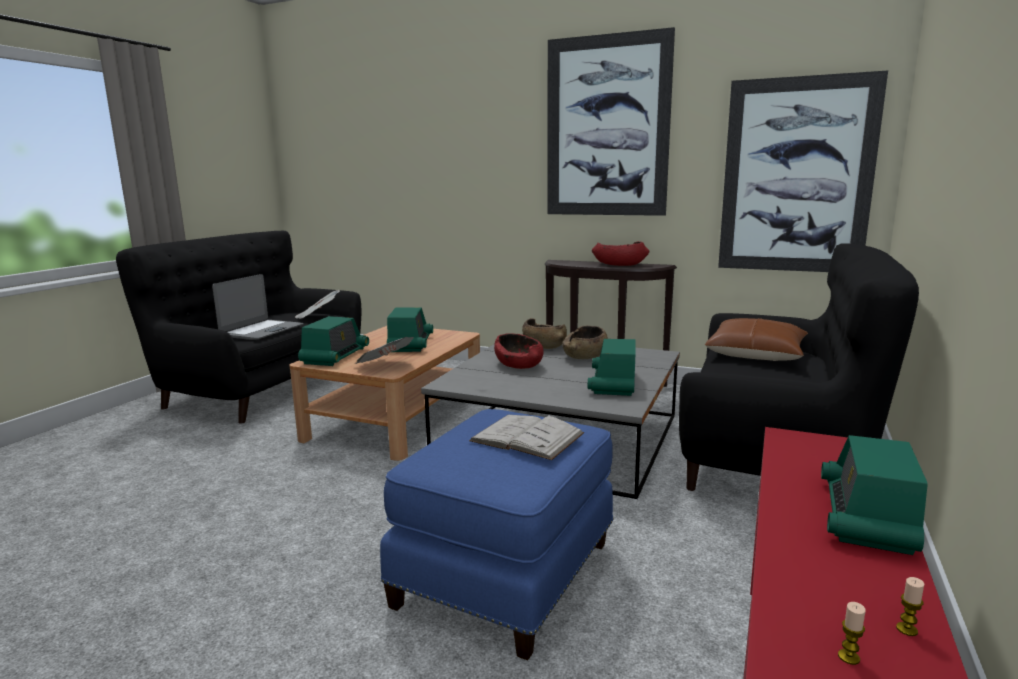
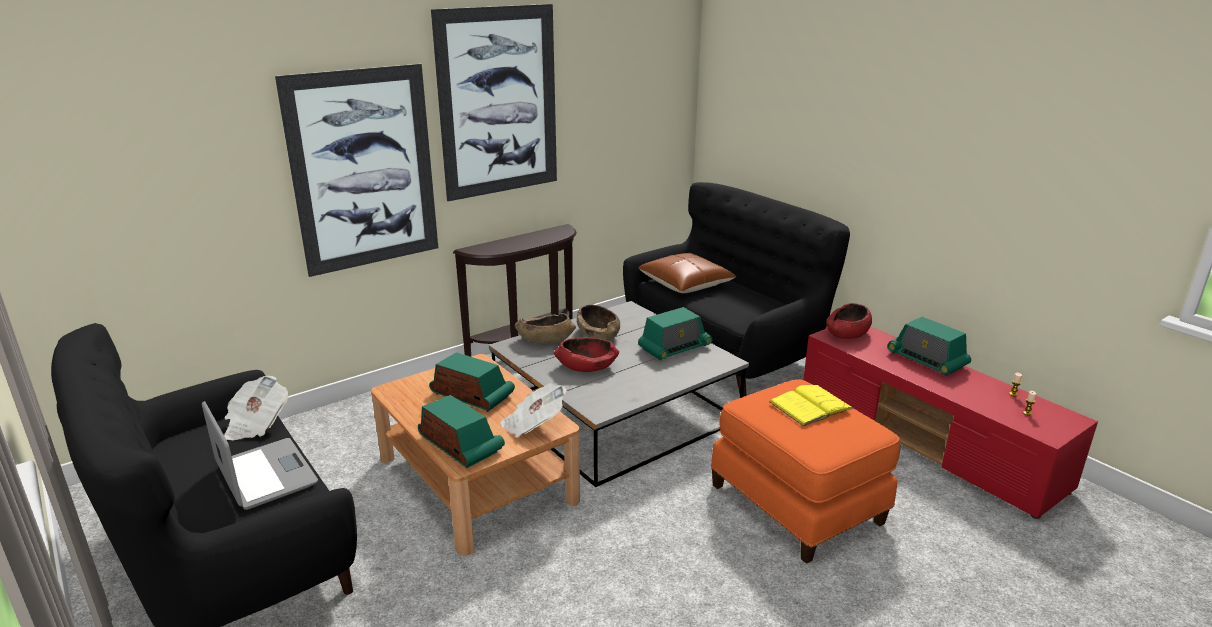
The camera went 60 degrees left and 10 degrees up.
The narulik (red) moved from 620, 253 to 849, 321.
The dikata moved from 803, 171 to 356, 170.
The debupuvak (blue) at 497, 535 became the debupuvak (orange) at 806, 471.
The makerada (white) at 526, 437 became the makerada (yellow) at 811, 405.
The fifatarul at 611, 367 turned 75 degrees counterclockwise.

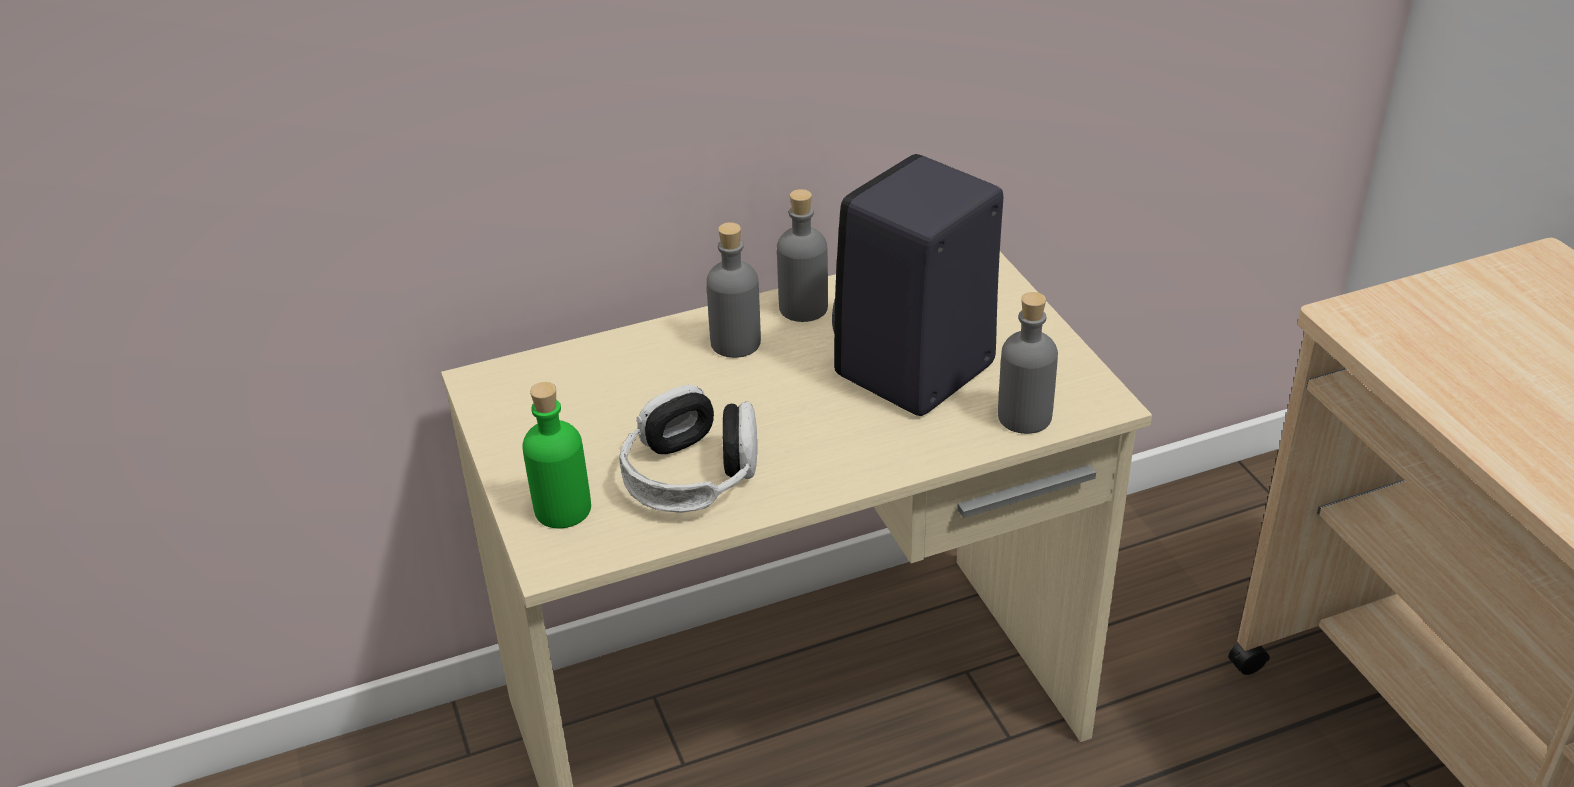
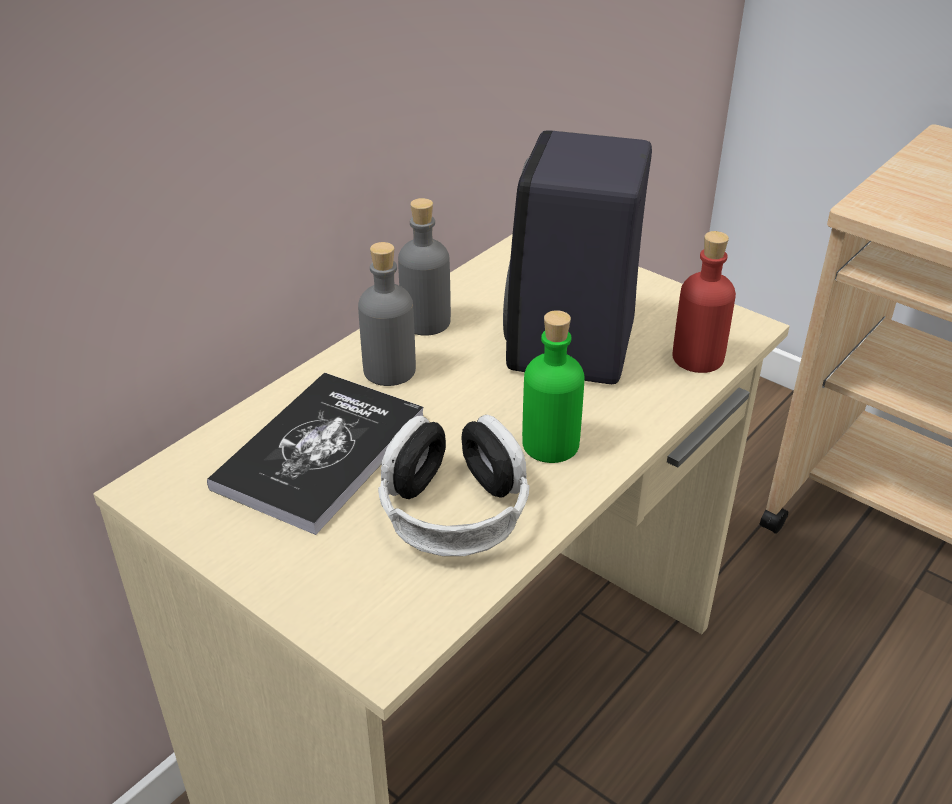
The camera went 30 degrees left and 0 degrees up.
The makerada at 315, 453 appeared.
The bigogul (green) moved from 556, 455 to 553, 386.
The bigogul (grey) at 1028, 363 became the bigogul (red) at 704, 302.

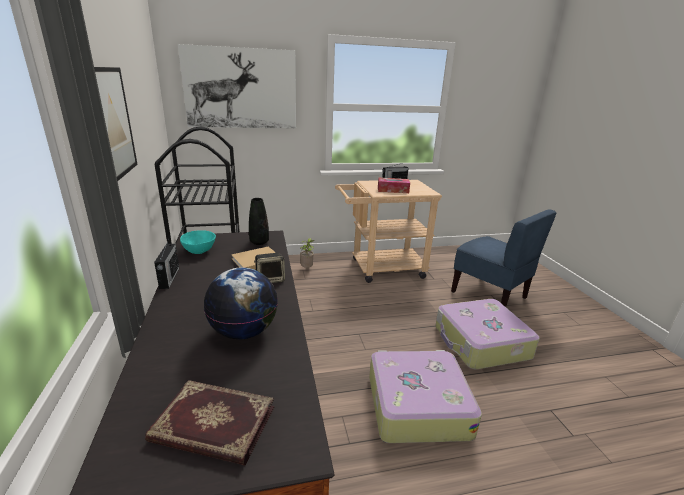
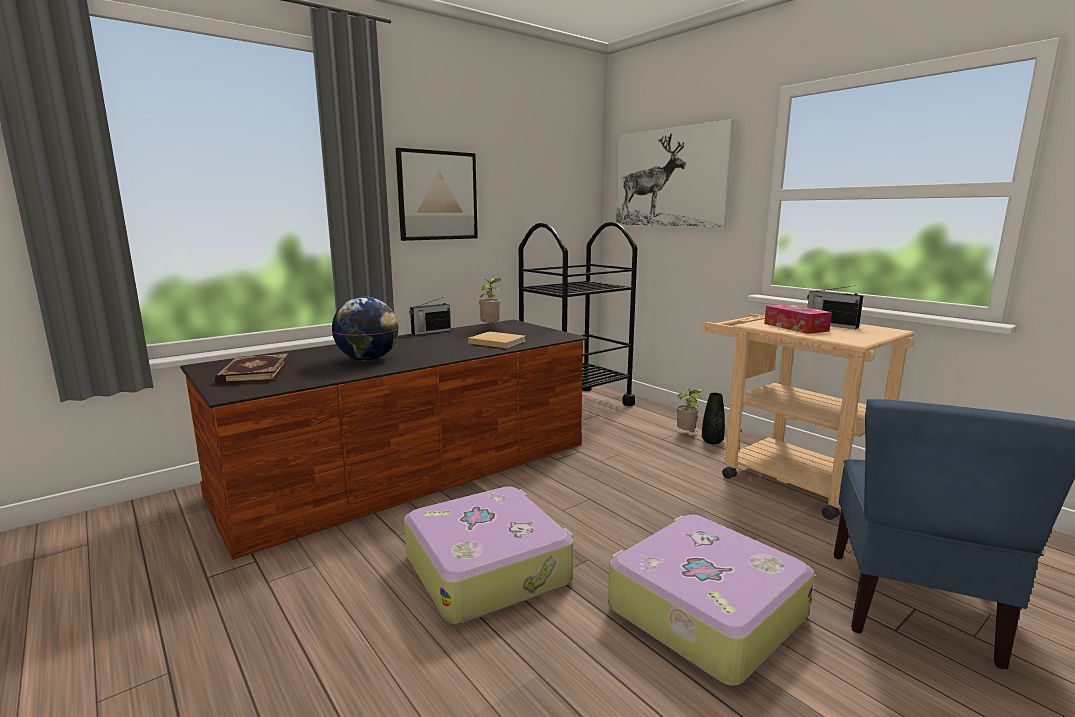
The camera went 65 degrees right and 10 degrees down.
The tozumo at 269, 268 disappeared.
The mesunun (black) moved from 259, 221 to 713, 418.
The narulik (turquoise) at 198, 242 was replaced by the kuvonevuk at 490, 301.

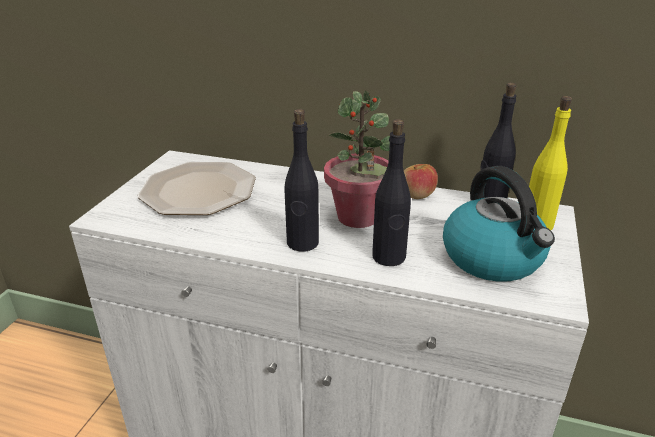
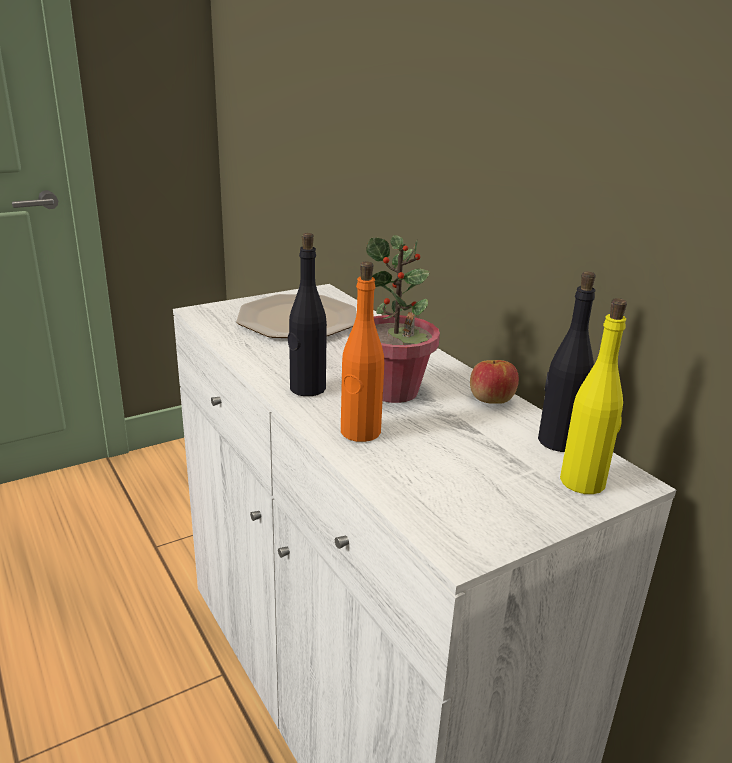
The camera went 40 degrees right and 5 degrees down.
The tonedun at 499, 224 disappeared.
The bigogul (black) at 391, 192 became the bigogul (orange) at 362, 352.

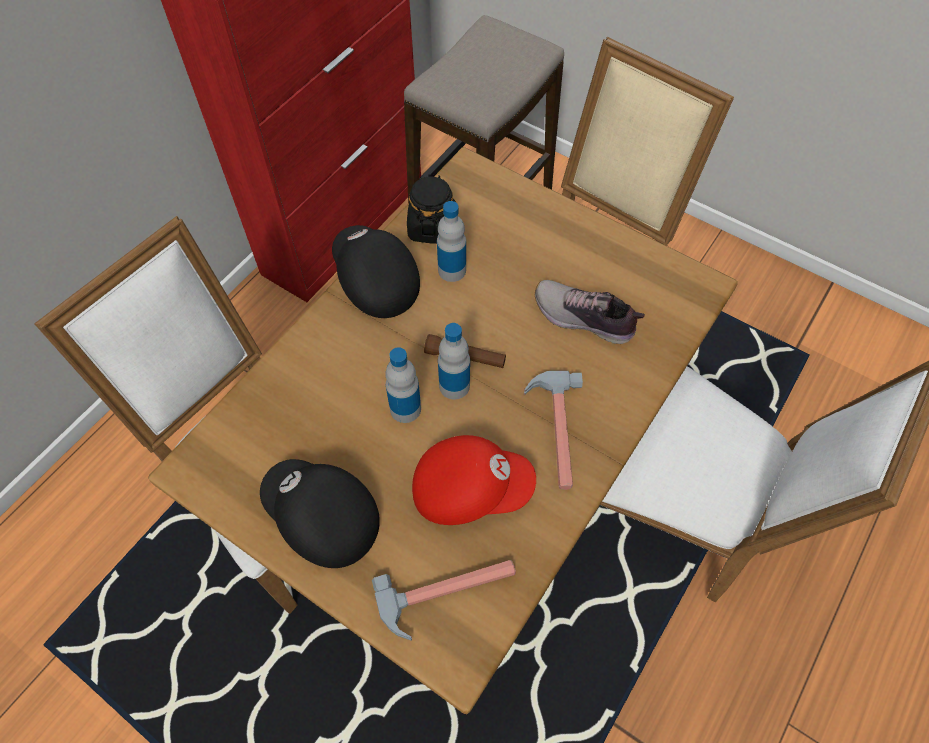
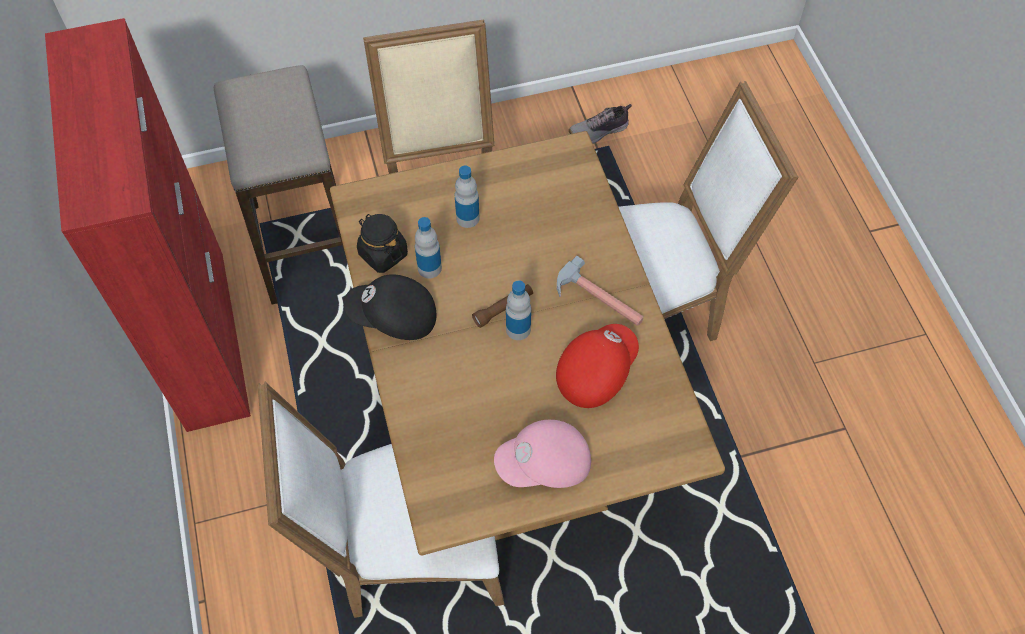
The camera went 50 degrees left and 0 degrees up.
The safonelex at 444, 600 disappeared.
The bigogul moved from 403, 385 to 467, 197.
The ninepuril moved from 590, 312 to 600, 124.
The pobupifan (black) at 320, 513 became the pobupifan (pink) at 542, 454.

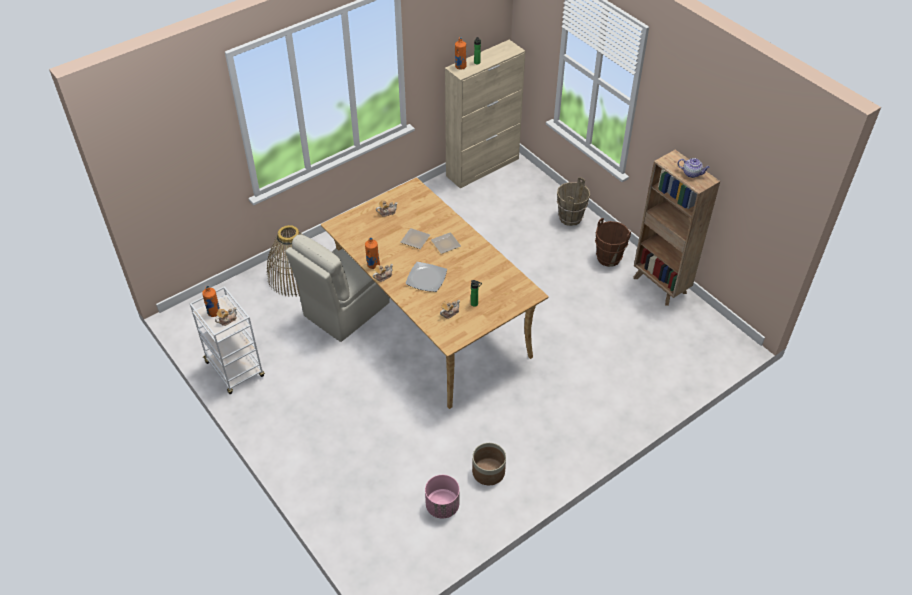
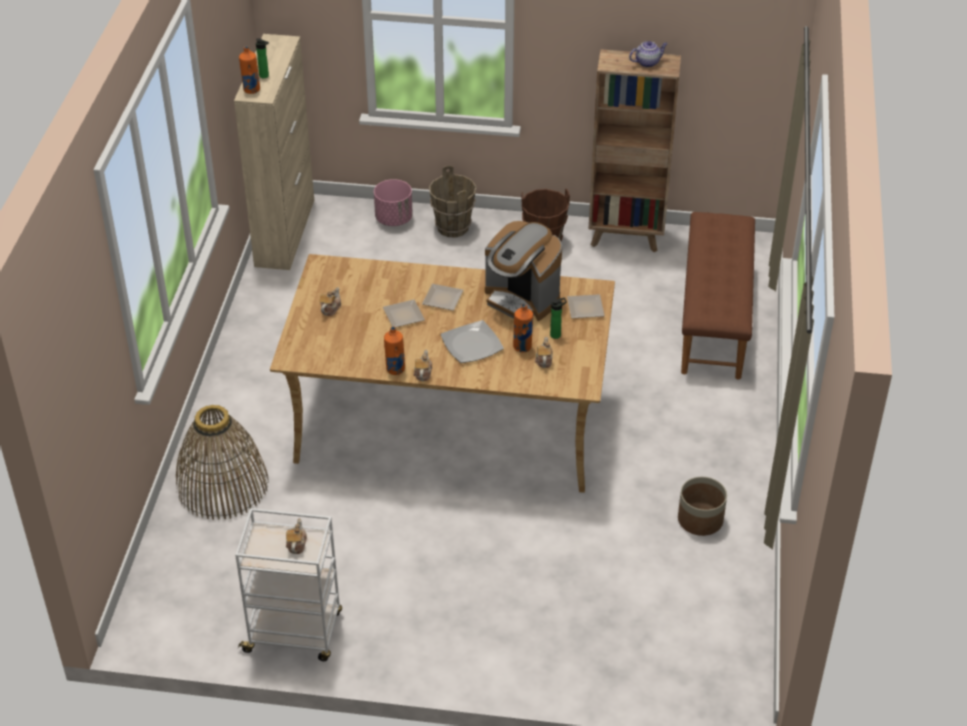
The camera went 45 degrees left and 5 degrees down.
The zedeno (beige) at 337, 288 disappeared.
The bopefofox at 523, 271 appeared.
The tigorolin at 586, 306 appeared.
The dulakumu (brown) at 718, 295 appeared.
The bigogul (orange) moved from 211, 301 to 523, 328.
The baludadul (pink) moved from 442, 497 to 393, 202.

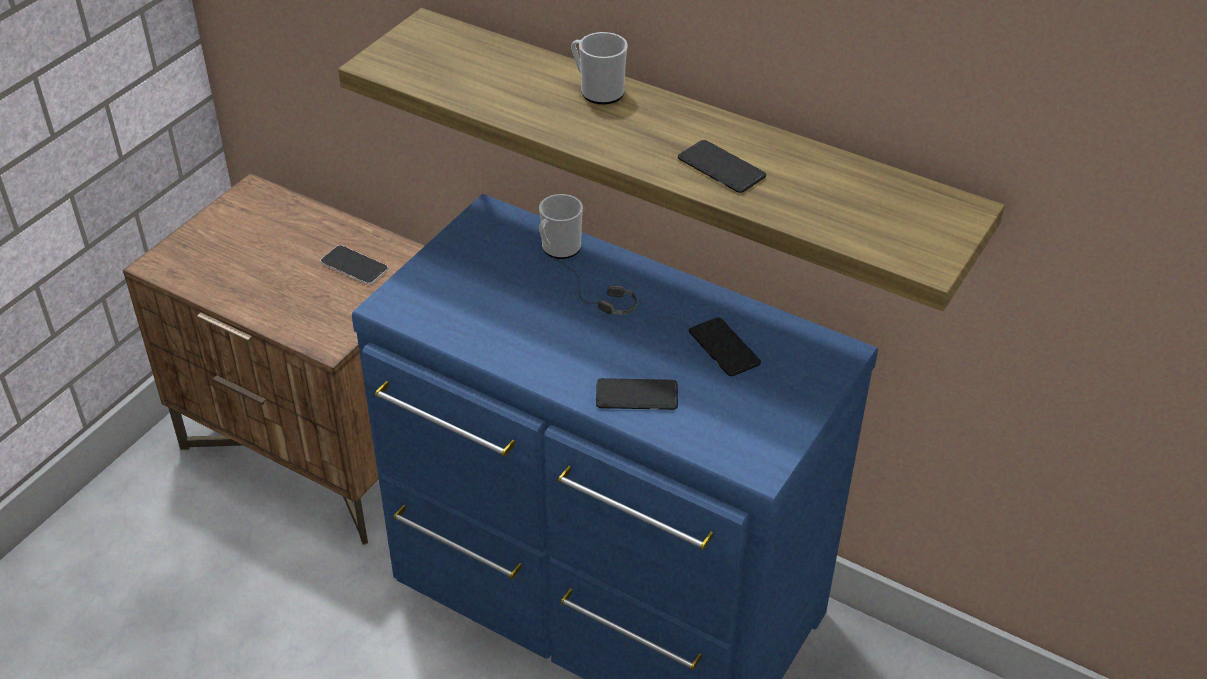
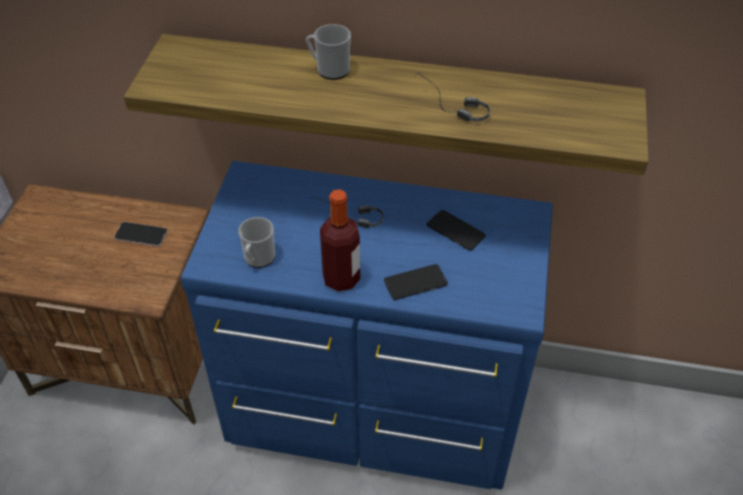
The camera went 20 degrees left and 5 degrees up.
The bigogul at 340, 240 appeared.
The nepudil moved from 561, 226 to 256, 242.
The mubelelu at 722, 166 was replaced by the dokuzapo at 453, 97.

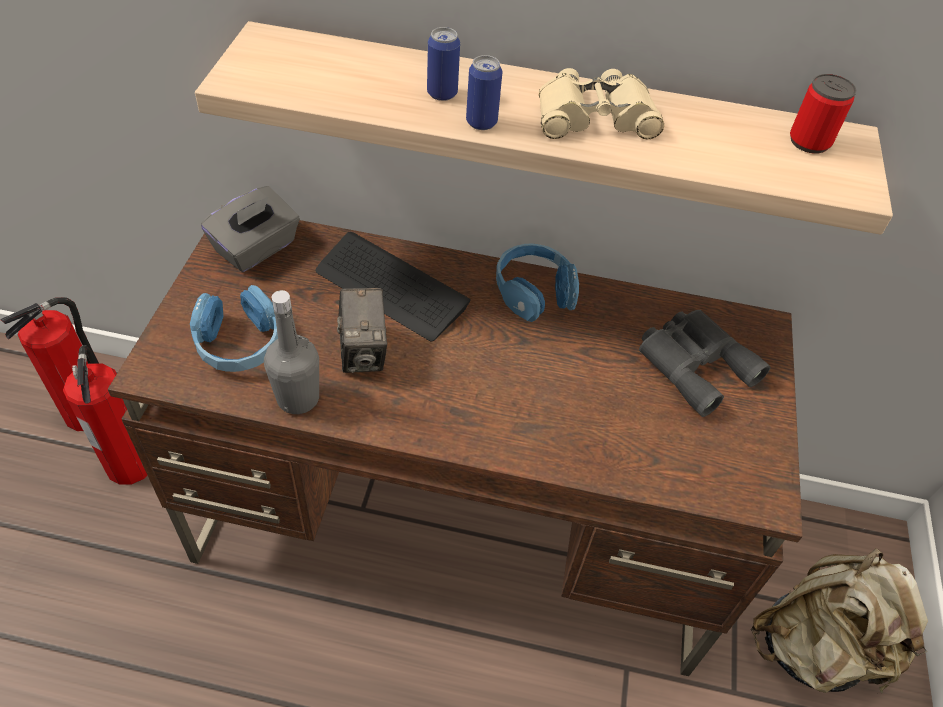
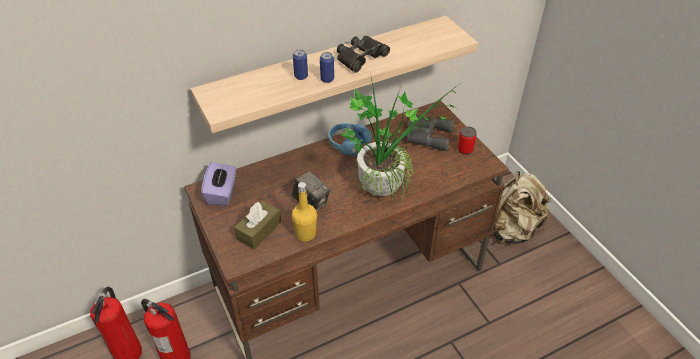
The camera went 35 degrees left and 5 degrees down.
The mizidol at 393, 287 disappeared.
The kuvonevuk at 401, 136 appeared.
The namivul moved from 823, 114 to 467, 140.
The dokuzapo (blue) at 234, 328 was replaced by the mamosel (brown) at 257, 225.
The mamosel (grey) at 250, 229 became the mamosel (purple) at 218, 184.
The bigogul (grey) at 291, 352 became the bigogul (yellow) at 304, 211.
The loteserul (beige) at 601, 103 became the loteserul (black) at 363, 54.

